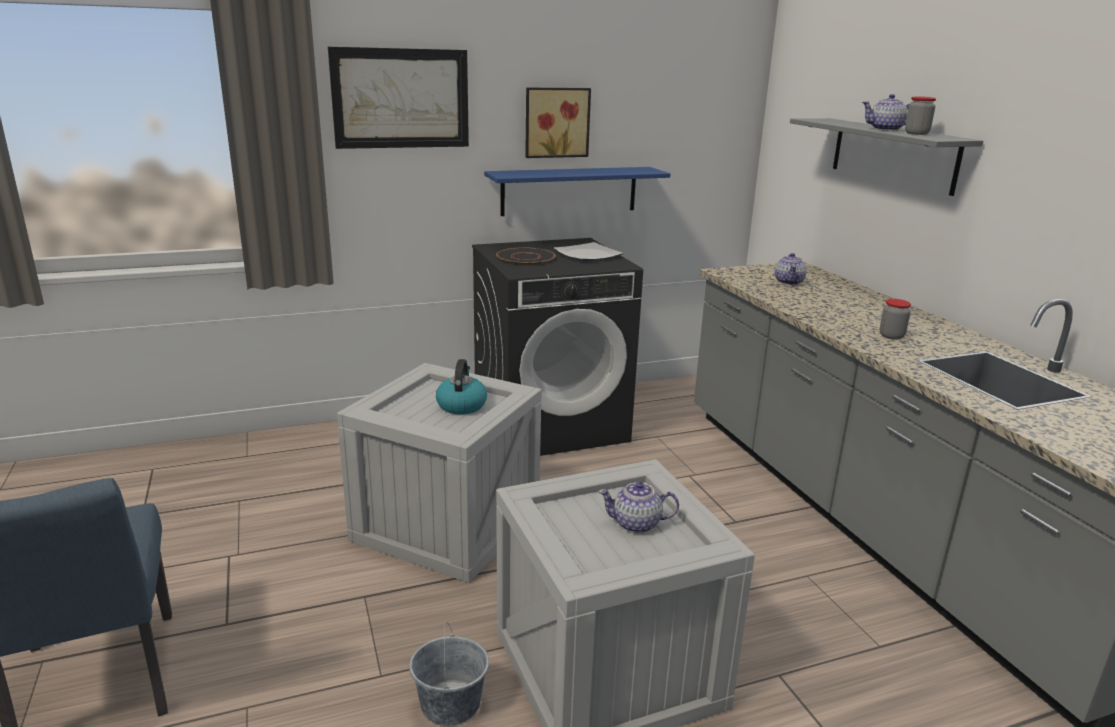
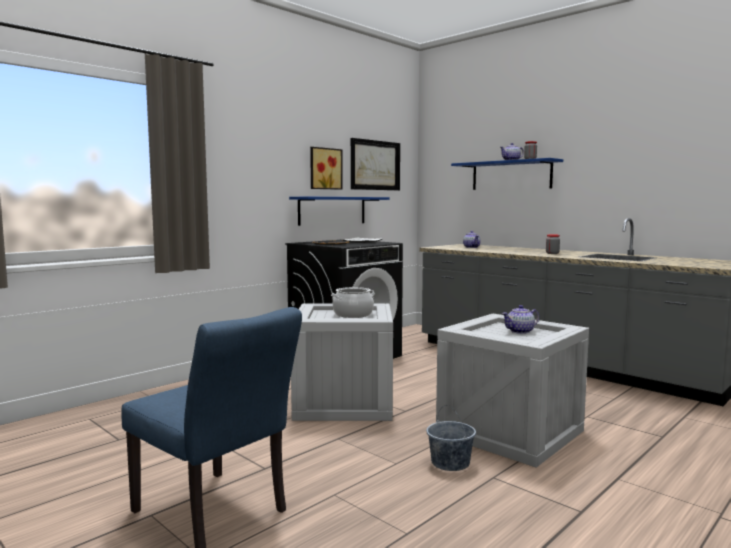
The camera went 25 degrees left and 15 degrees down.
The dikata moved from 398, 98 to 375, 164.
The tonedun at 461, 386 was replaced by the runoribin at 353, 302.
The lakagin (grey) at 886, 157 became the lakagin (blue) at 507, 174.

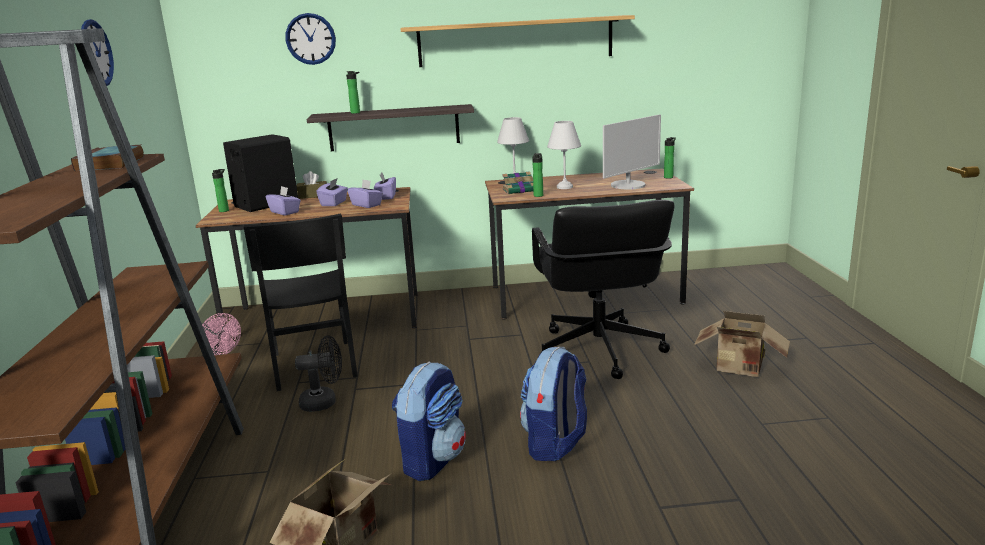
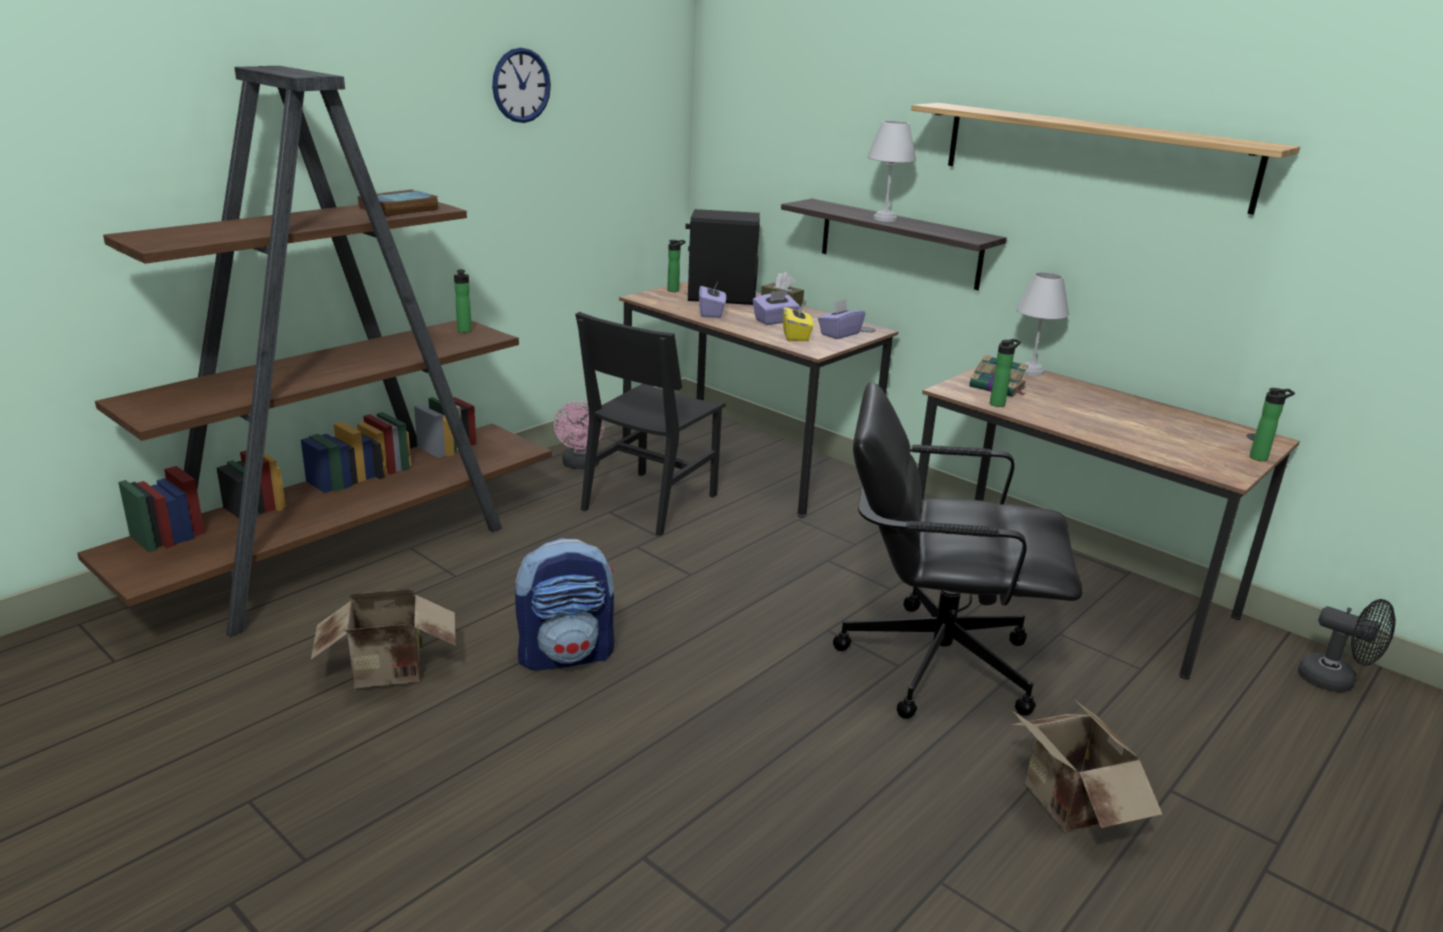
The camera went 45 degrees right and 5 degrees up.
The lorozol at 311, 39 disappeared.
The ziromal at 553, 404 disappeared.
The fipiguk at 632, 152 disappeared.
The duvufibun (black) moved from 318, 374 to 1347, 645.
The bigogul moved from 353, 92 to 463, 301.
The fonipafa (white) moved from 564, 155 to 891, 171.
The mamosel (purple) at 365, 193 became the mamosel (yellow) at 798, 322.
The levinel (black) at 603, 289 turned 60 degrees clockwise.

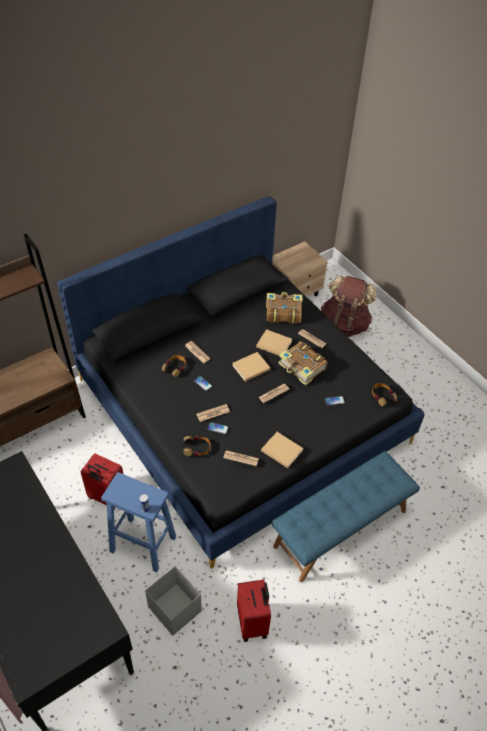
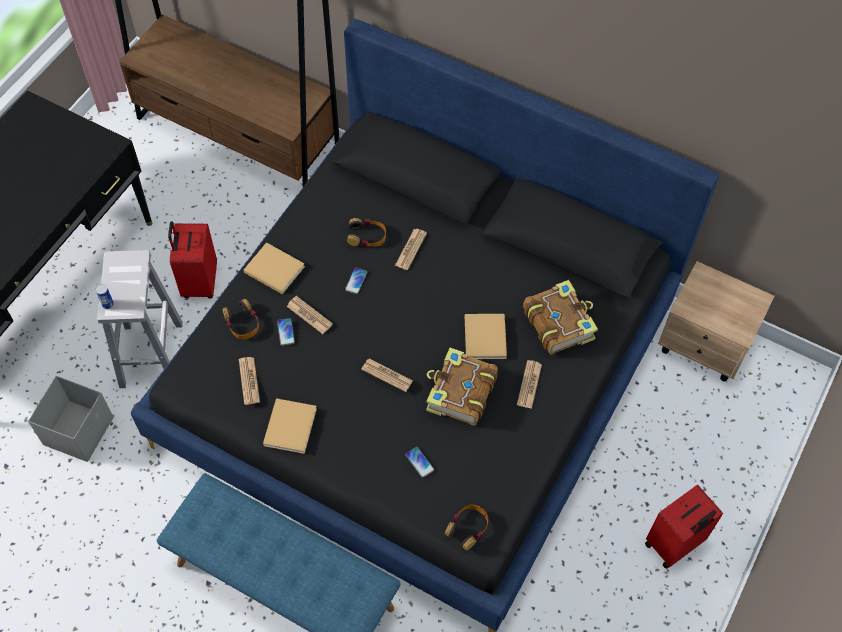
The camera went 65 degrees right and 10 degrees up.
The ziromal (brown) at 349, 306 disappeared.
The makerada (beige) moved from 251, 367 to 274, 268.
The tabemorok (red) moved from 254, 610 to 684, 527.
The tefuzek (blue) at 138, 522 became the tefuzek (white) at 140, 319.

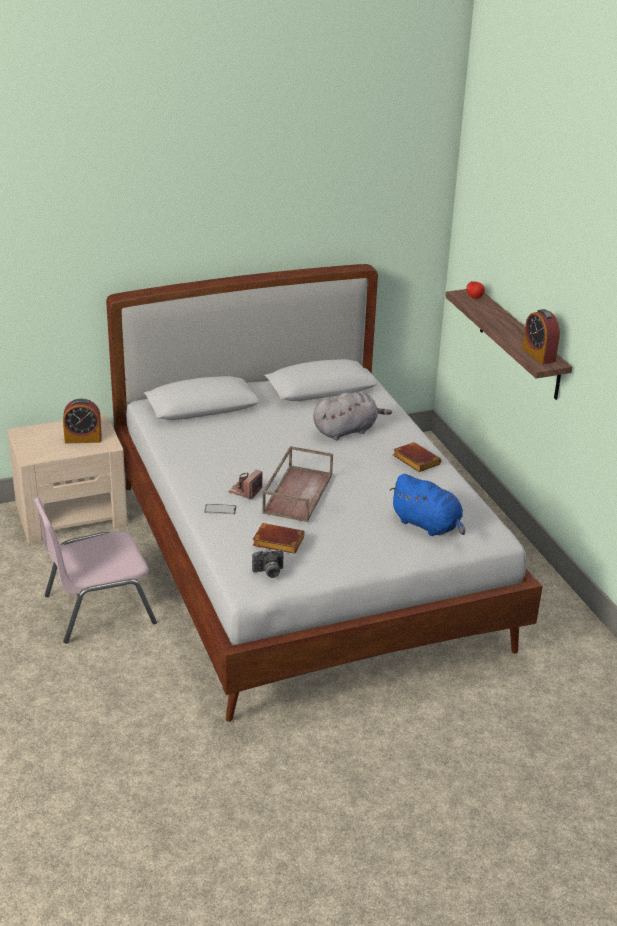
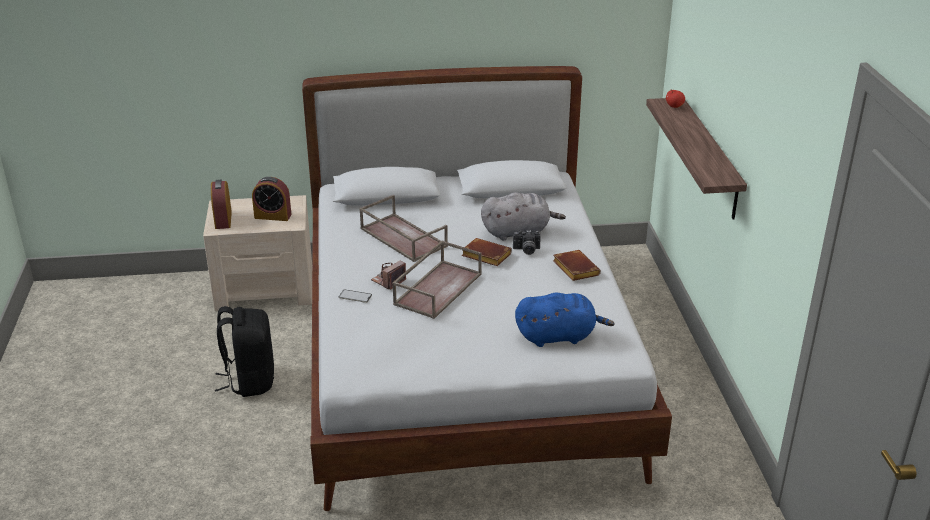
The camera went 15 degrees right and 0 degrees up.
The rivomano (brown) at 403, 228 appeared.
The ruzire moved from 268, 563 to 527, 242.
The makerada (brown) moved from 279, 538 to 487, 252.
The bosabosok moved from 541, 336 to 221, 204.
The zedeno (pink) at 95, 570 was replaced by the ziromal (black) at 244, 351.
The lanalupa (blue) at 427, 505 turned 60 degrees counterclockwise.

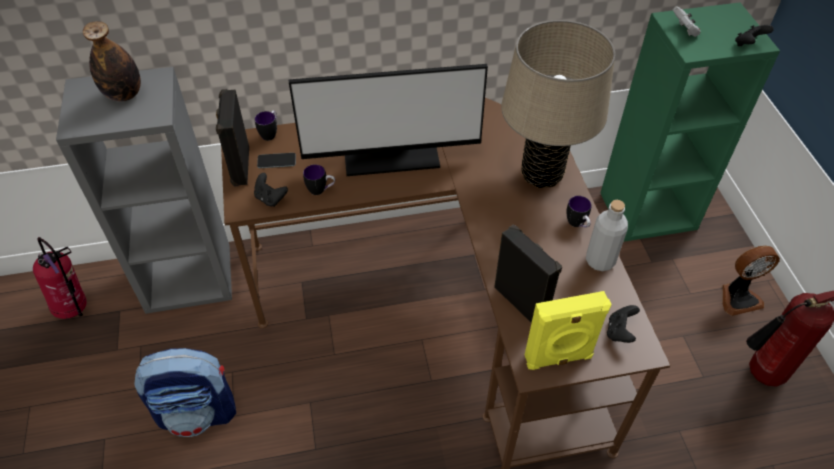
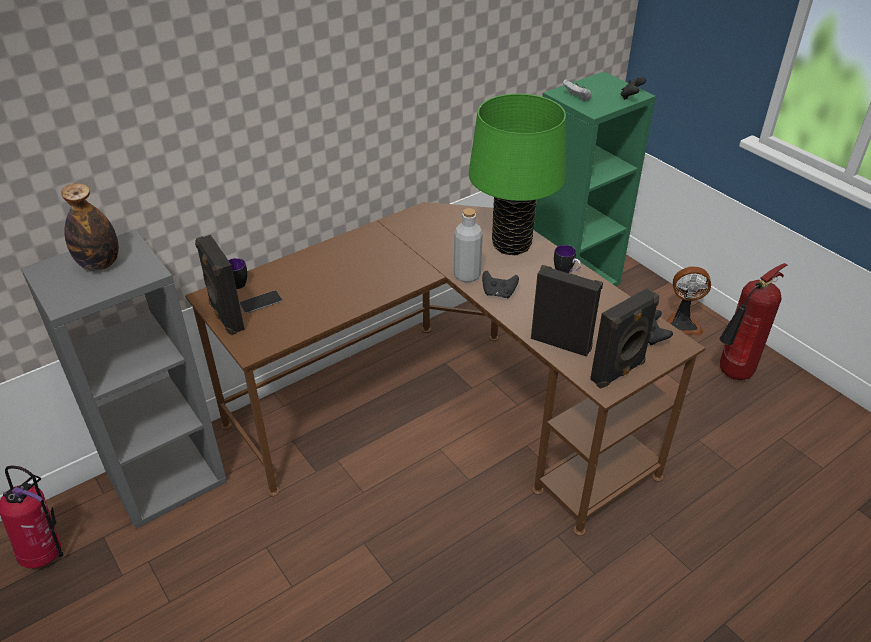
The camera went 25 degrees left and 10 degrees down.
The ziromal at 185, 392 disappeared.
The fipiguk at 388, 120 disappeared.
The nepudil at 319, 179 disappeared.
The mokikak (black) moved from 271, 190 to 500, 284.
The bigogul (grey) moved from 607, 235 to 468, 245.
The fonipafa (beige) at 558, 104 became the fonipafa (green) at 517, 175.
The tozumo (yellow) at 568, 330 became the tozumo (black) at 624, 338.
The duvufibun at 751, 281 turned 45 degrees clockwise.

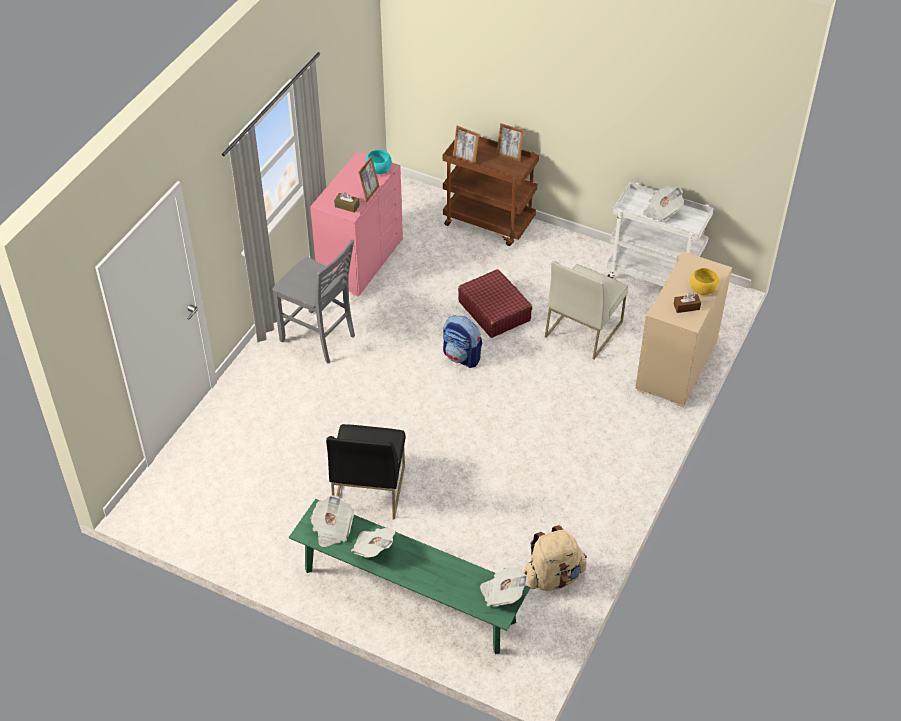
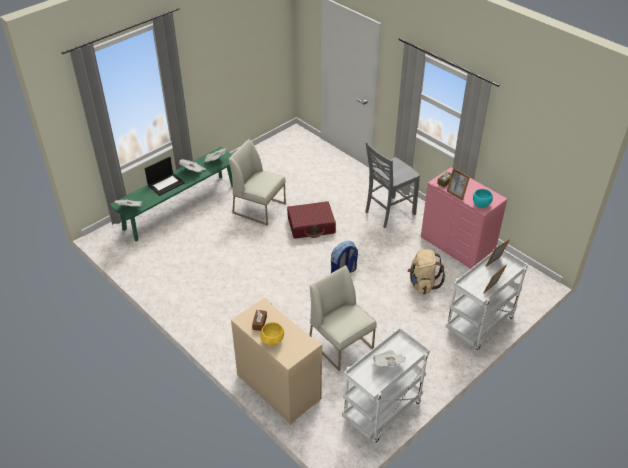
The camera went 110 degrees right and 5 degrees down.
The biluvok at 165, 176 appeared.
The tabemorok (red) moved from 495, 303 to 311, 220.
The ziromal (beige) moved from 555, 558 to 426, 271.
The zedeno (black) at 366, 472 became the zedeno (white) at 257, 182.
The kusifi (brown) at 491, 191 became the kusifi (white) at 487, 299.

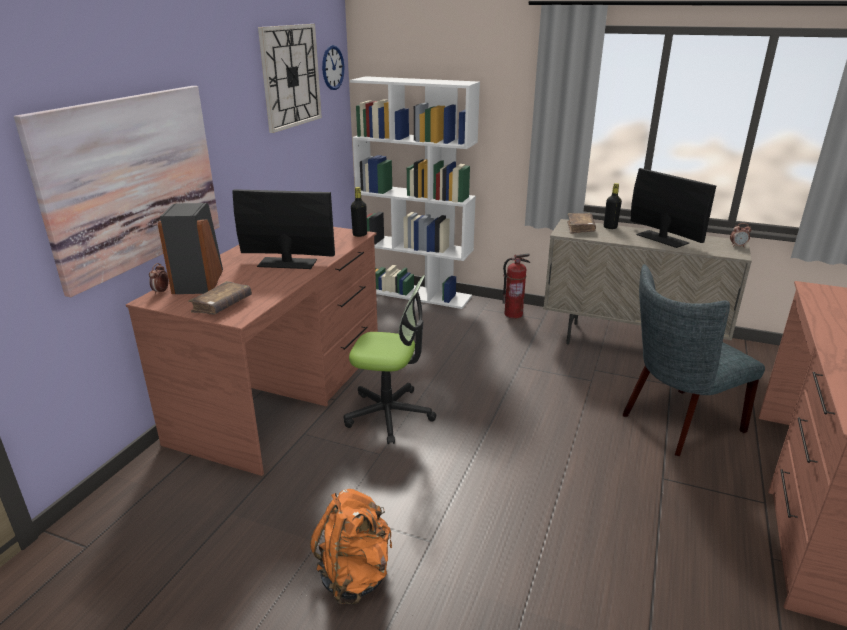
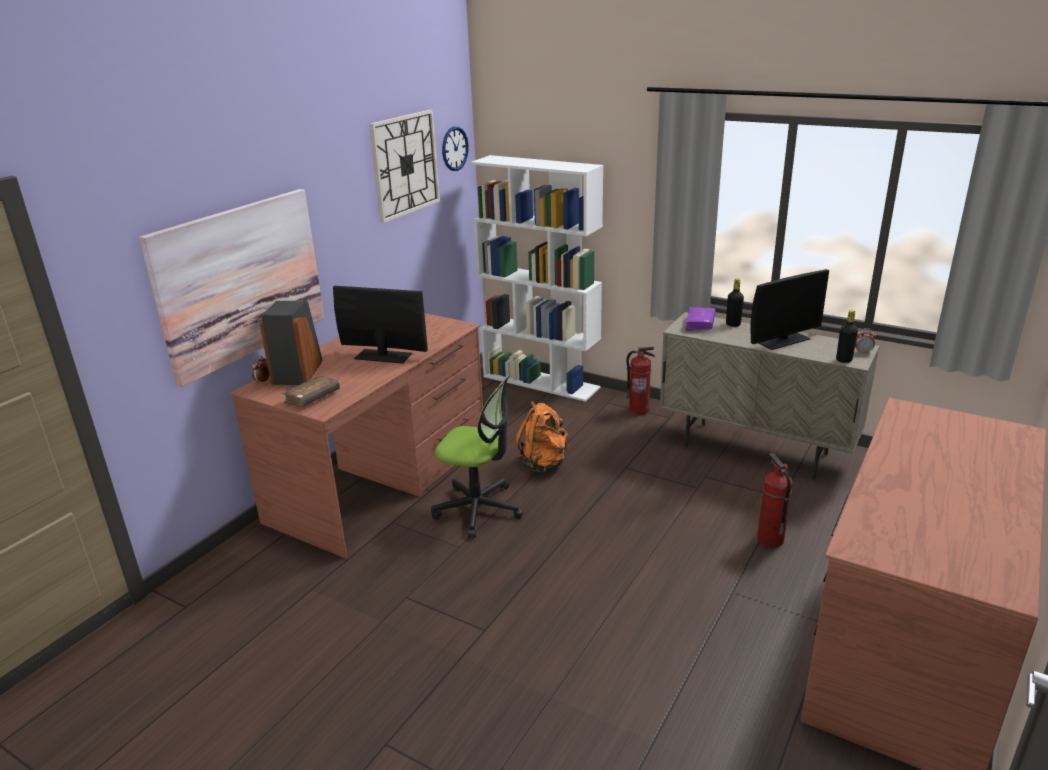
The camera went 10 degrees right and 0 degrees up.
The ziromal (orange) moved from 351, 547 to 542, 437.
The bigogul (black) moved from 359, 212 to 847, 336.
The zedeno (grey) at 694, 360 was replaced by the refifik at 774, 500.
The makerada (brown) at 581, 223 became the makerada (purple) at 700, 319.
The fipiguk at 673, 208 turned 90 degrees clockwise.

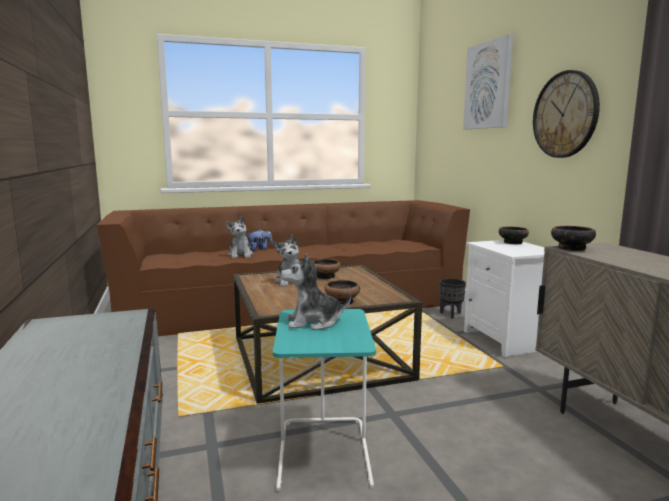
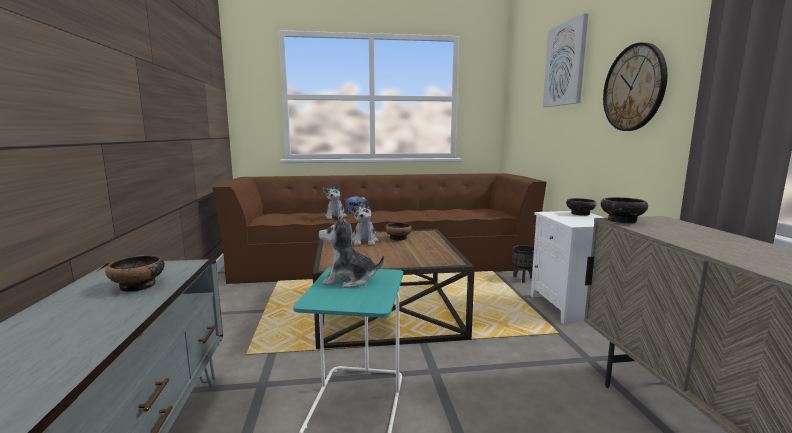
The camera went 10 degrees right and 0 degrees up.
The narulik moved from 342, 292 to 135, 273.

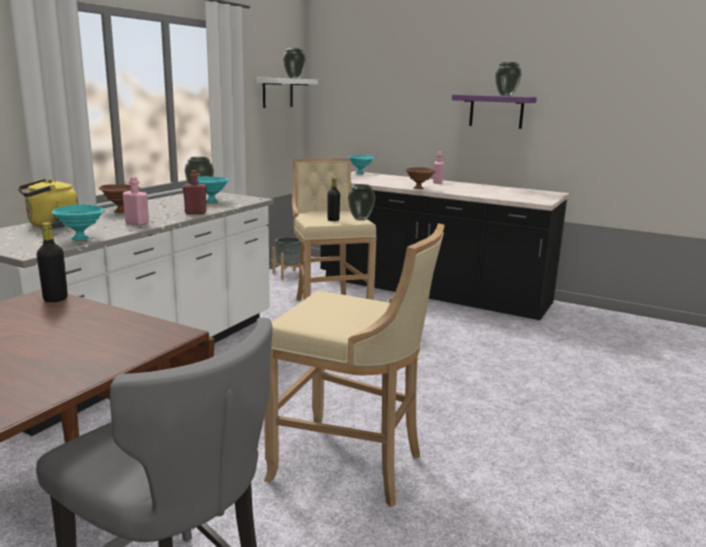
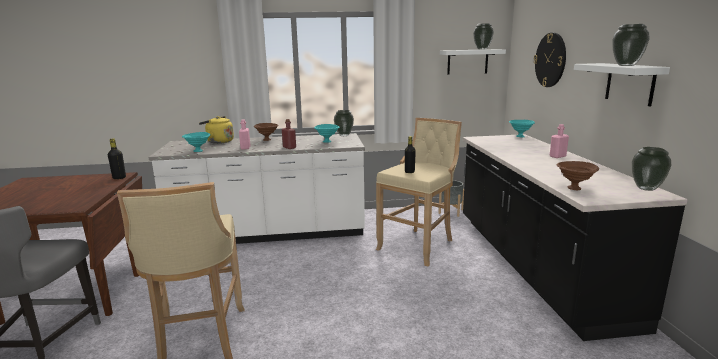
The camera went 55 degrees right and 0 degrees up.
The lorozol at 550, 60 appeared.
The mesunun moved from 361, 202 to 651, 169.
The narulik (brown) moved from 420, 178 to 578, 175.
The lakagin (purple) at 494, 112 became the lakagin (white) at 622, 85.

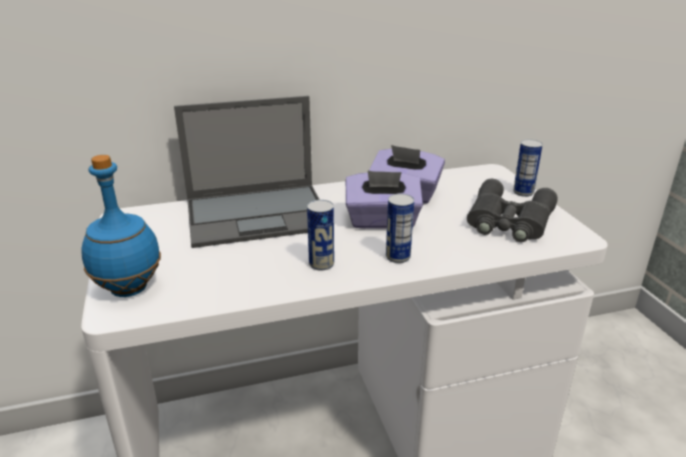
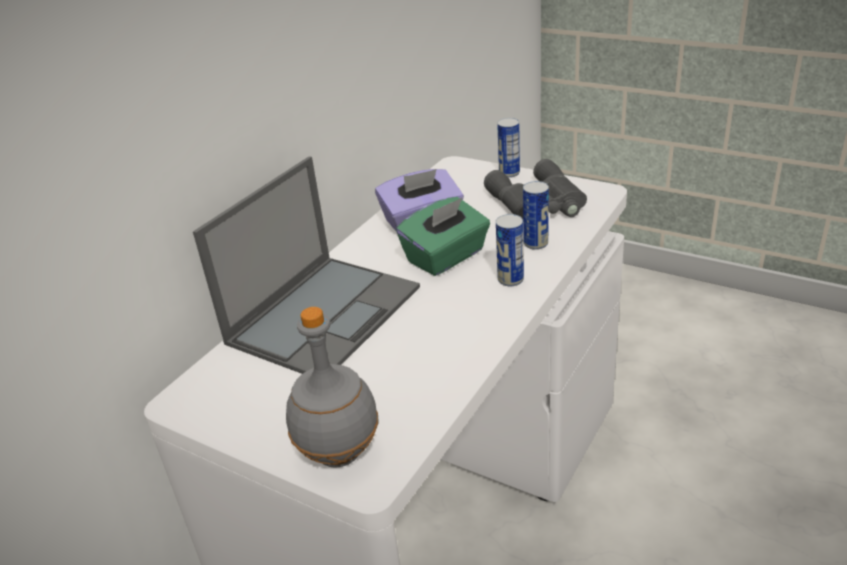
The camera went 40 degrees left and 5 degrees up.
The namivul moved from 320, 235 to 536, 215.
The bigogul (blue) at 121, 226 became the bigogul (grey) at 332, 387.
The mamosel (purple) at 384, 200 became the mamosel (green) at 443, 236.

